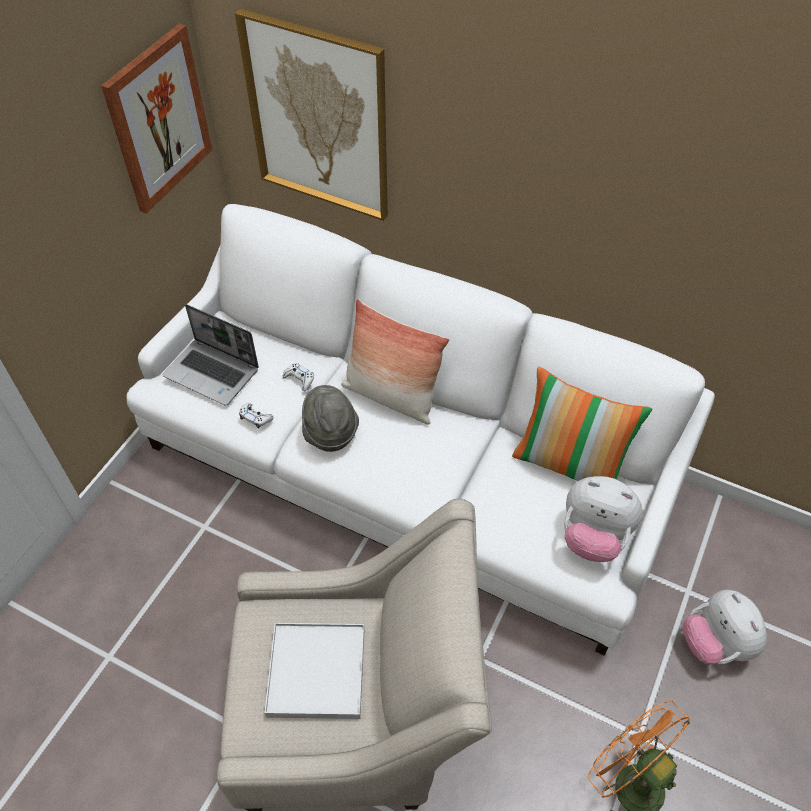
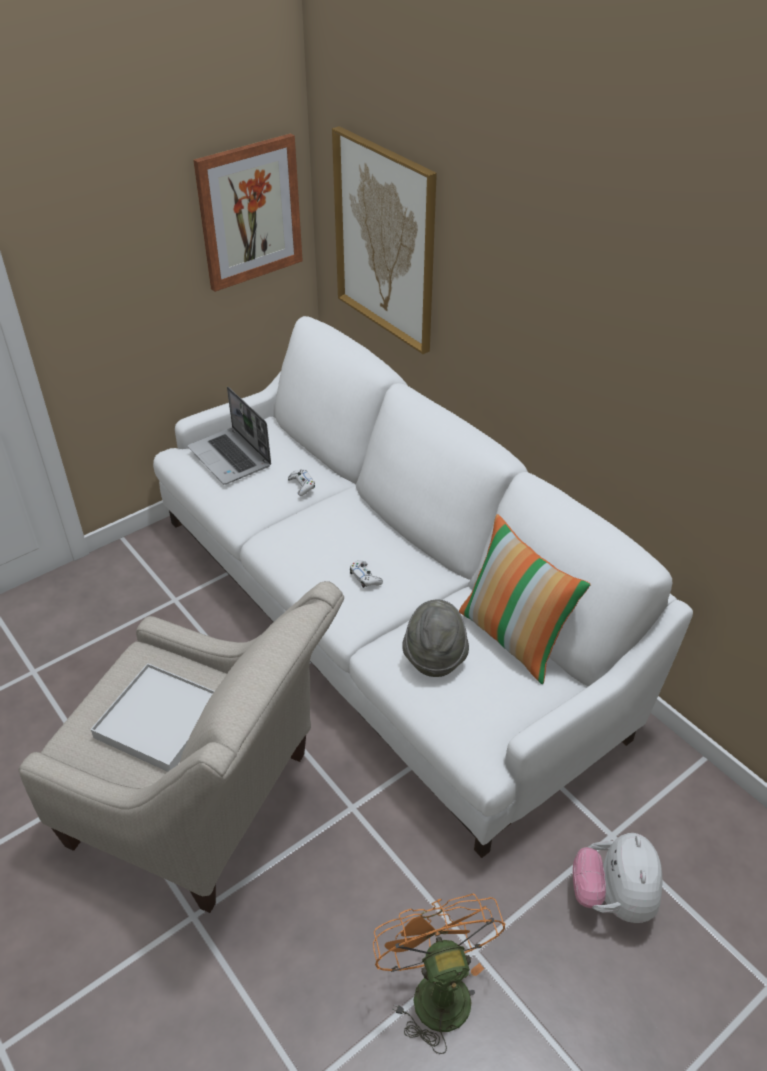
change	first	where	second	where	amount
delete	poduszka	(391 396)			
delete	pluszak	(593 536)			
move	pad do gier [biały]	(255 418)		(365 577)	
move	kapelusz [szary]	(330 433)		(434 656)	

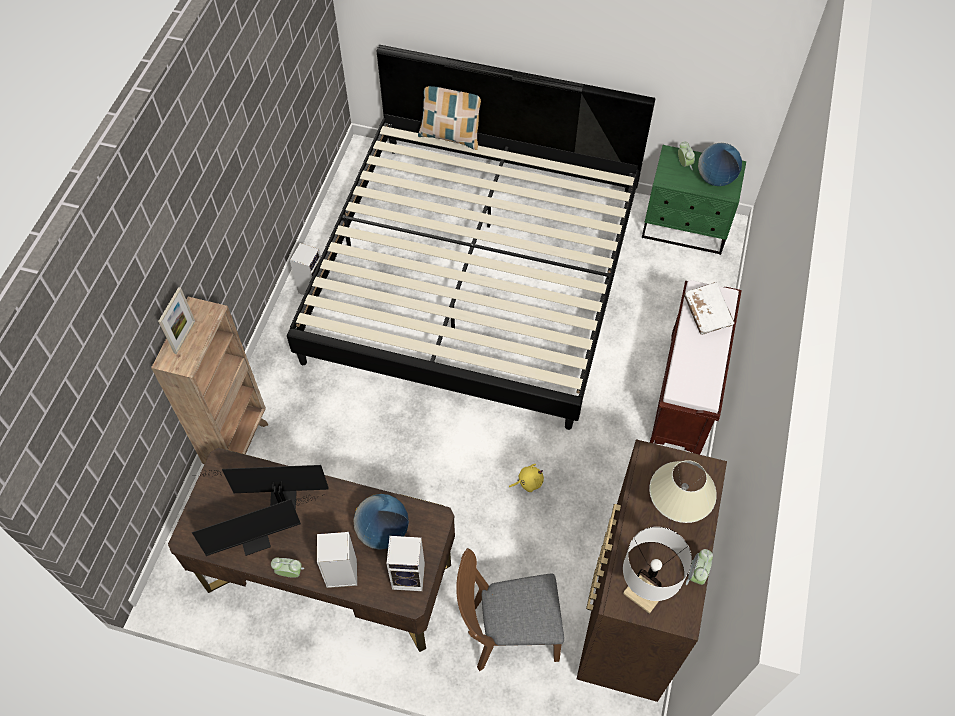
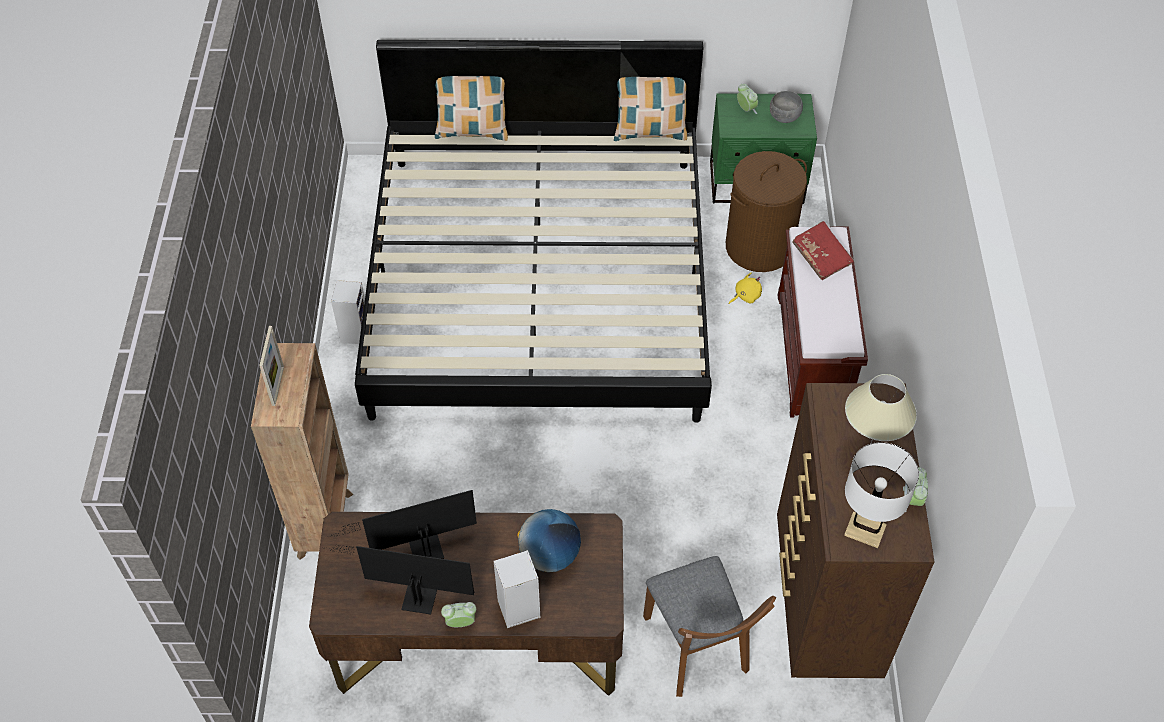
change	first	where	second	where	amount
delete	głośnik	(410 576)			
insert			poduszka	(650 132)	
insert			kosz na pranie [brązowy]	(759 247)	
move	pluszak [żółty]	(528 482)		(745 296)	
replace	globus	(715 179)	miska [szary]	(784 118)	
recolor	książka [biały]	(707 313)	książka [czerwony]	(821 257)	
rotate	monitor	(260 539)		(414 596)	135 degrees counterclockwise
rotate	krzesło [brązowy]	(506 633)		(698 651)	90 degrees counterclockwise

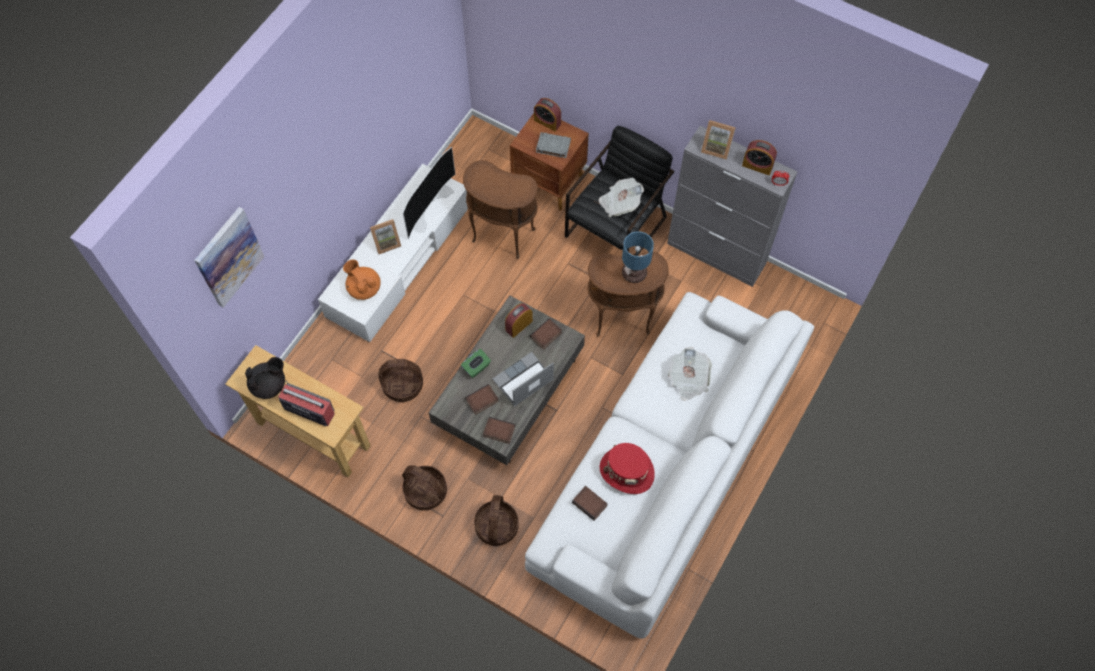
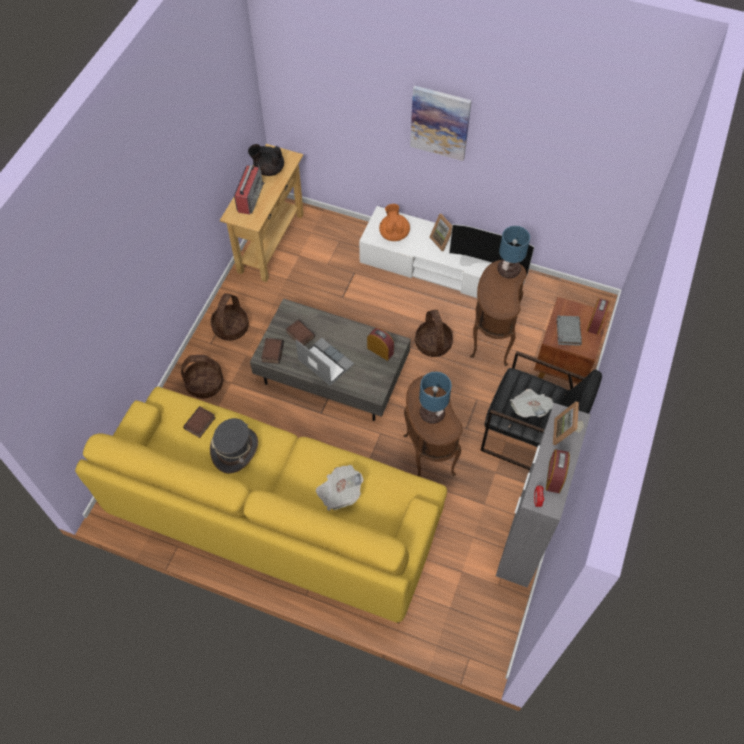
change	first	where	second	where	amount
delete	pudełko chusteczek [zielony]	(476 367)			
delete	książka	(546 336)			
insert			lampa stołowa	(508 269)	
move	obraz	(228 257)		(440 122)	
move	koszyk	(402 385)		(433 343)	
recolor	kanapa [biały]	(664 469)	kanapa [żółty]	(274 512)	
recolor	kapelusz [czerwony]	(627 471)	kapelusz [szary]	(235 450)	
rotate	imbryk [czarny]	(269 385)		(268 169)	135 degrees clockwise
rotate	imbryk [pomarańczowy]	(364 288)		(394 234)	45 degrees counterclockwise

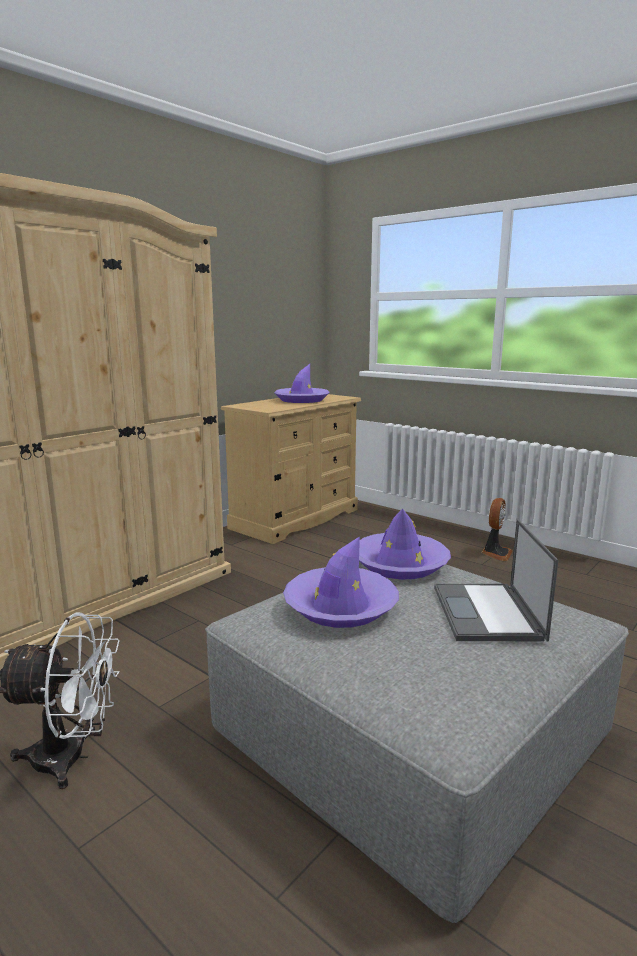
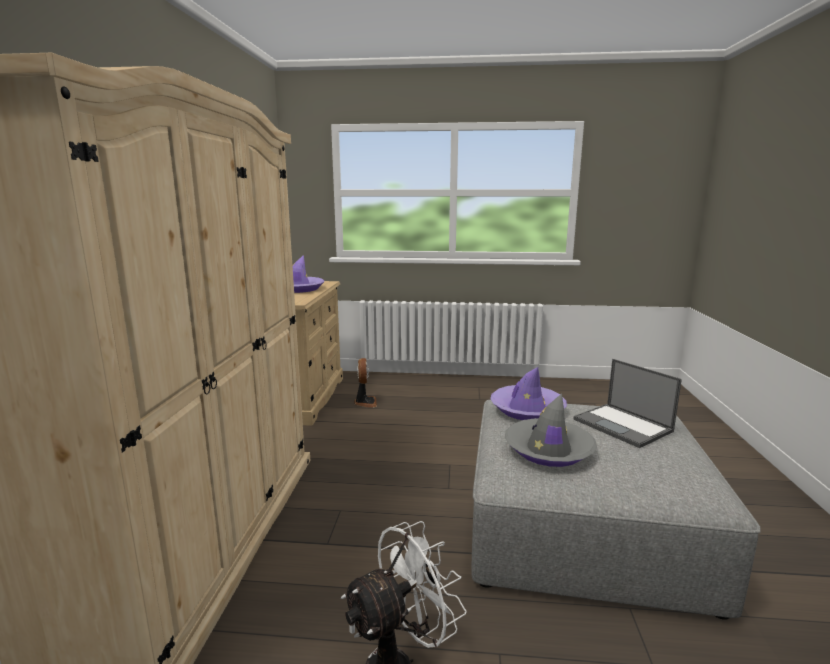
change	first	where	second	where	amount
move	wentylator	(496 553)		(365 402)	
recolor	kapelusz [fioletowy]	(340 606)	kapelusz [szary]	(548 450)	

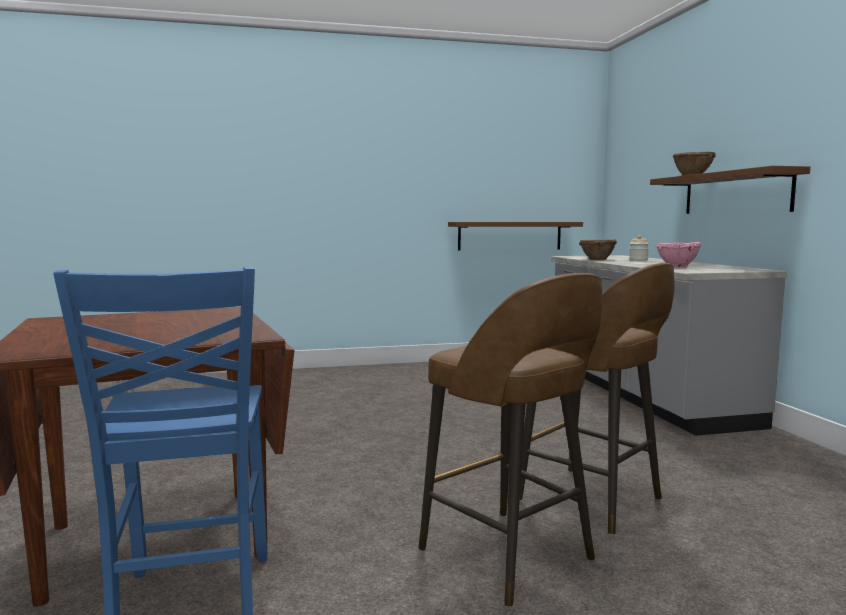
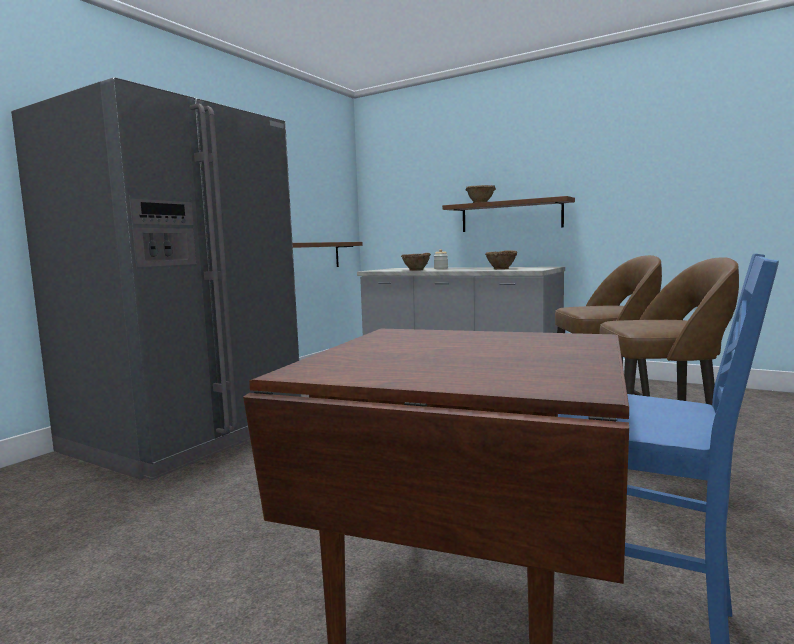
change	first	where	second	where	amount
insert			lodówka [szary]	(186 435)	
recolor	miska [różowy]	(677 266)	miska [brązowy]	(501 269)	

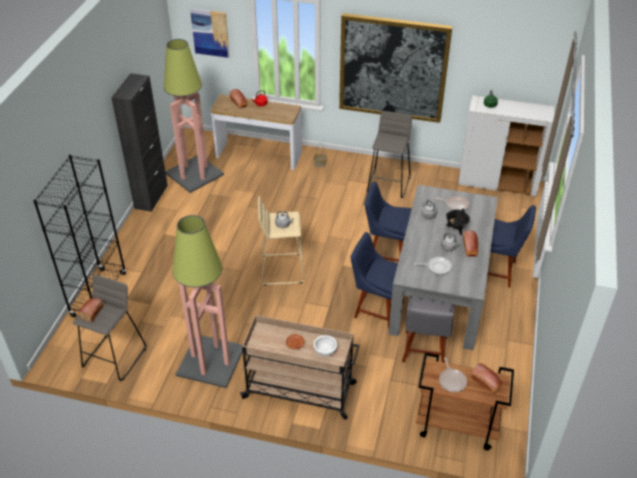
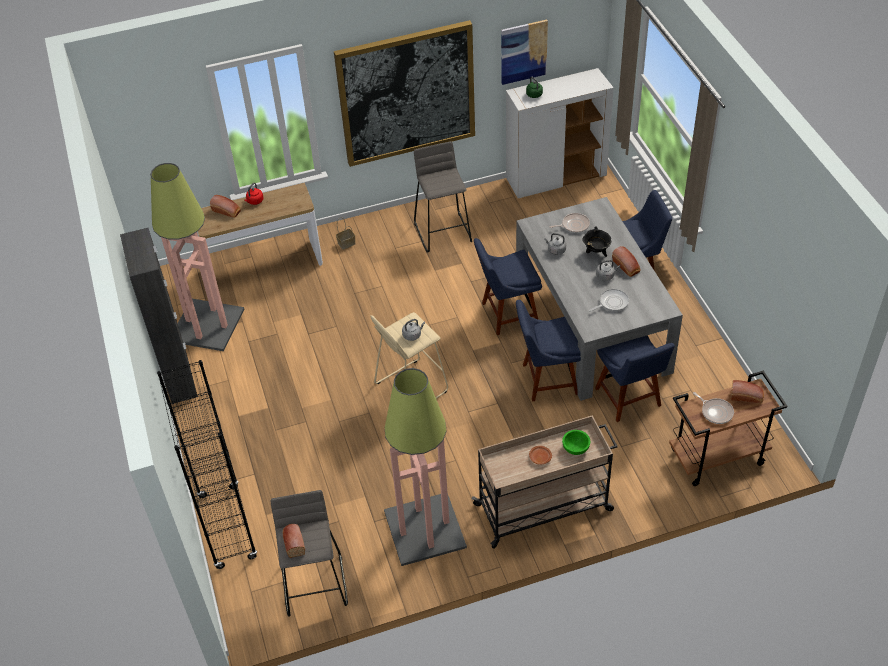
change	first	where	second	where	amount
move	obraz	(210 32)		(523 51)	
recolor	miska [biały]	(325 351)	miska [zielony]	(575 448)	
recolor	krzesło [szary]	(424 351)	krzesło [niebieski]	(629 399)	

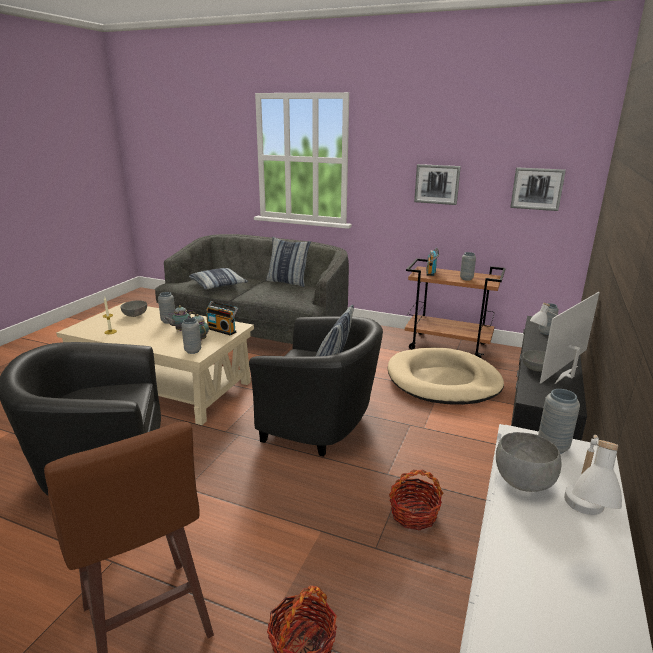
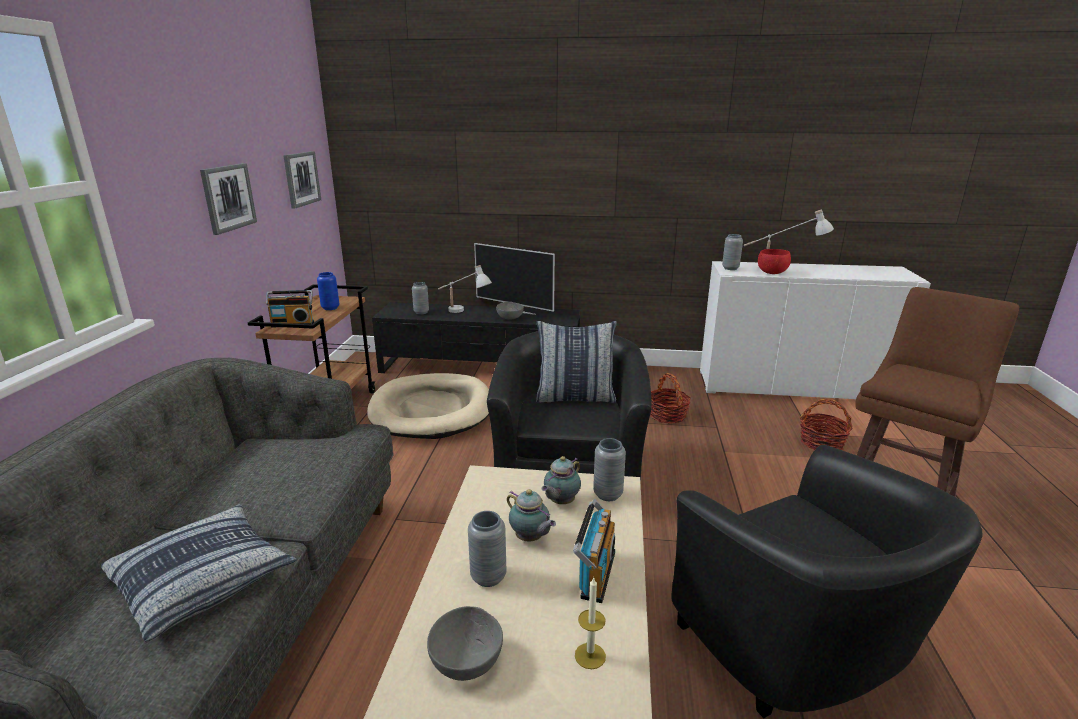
change	first	where	second	where	amount
delete	poduszka	(288 282)			
move	radio	(222 330)		(594 574)	
recolor	wazon [szary]	(466 279)	wazon [niebieski]	(330 308)	
recolor	miska [szary]	(522 482)	miska [czerwony]	(772 273)	

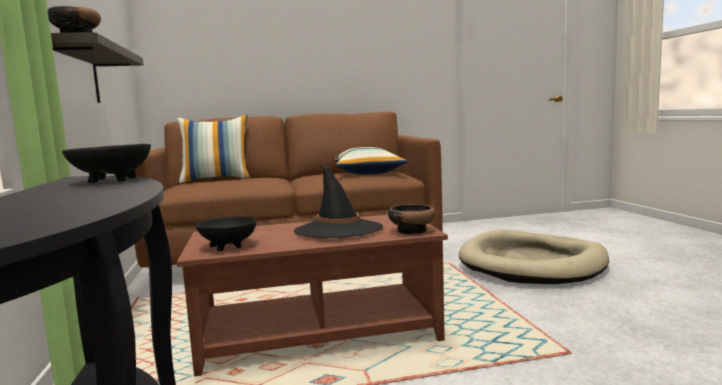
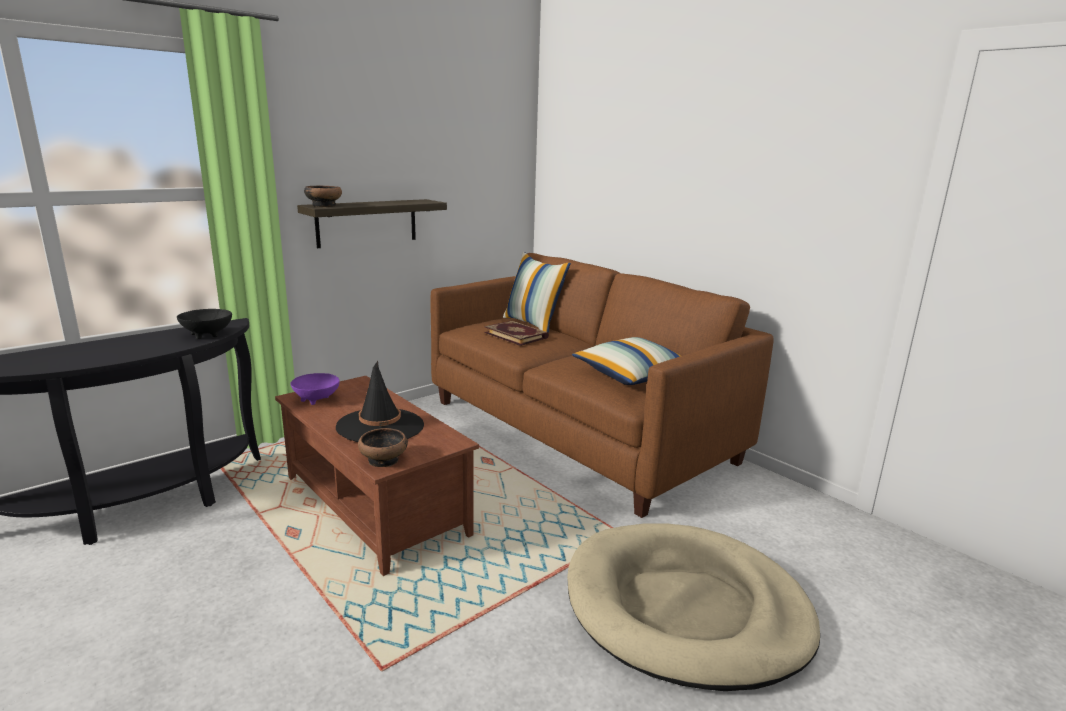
change	first	where	second	where	amount
insert			książka	(516 335)	
recolor	miska [czarny]	(229 246)	miska [fioletowy]	(316 400)	

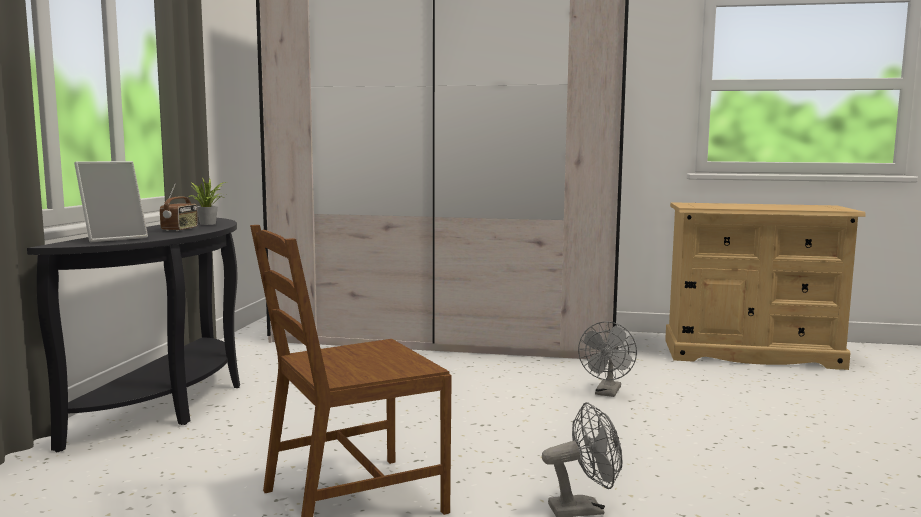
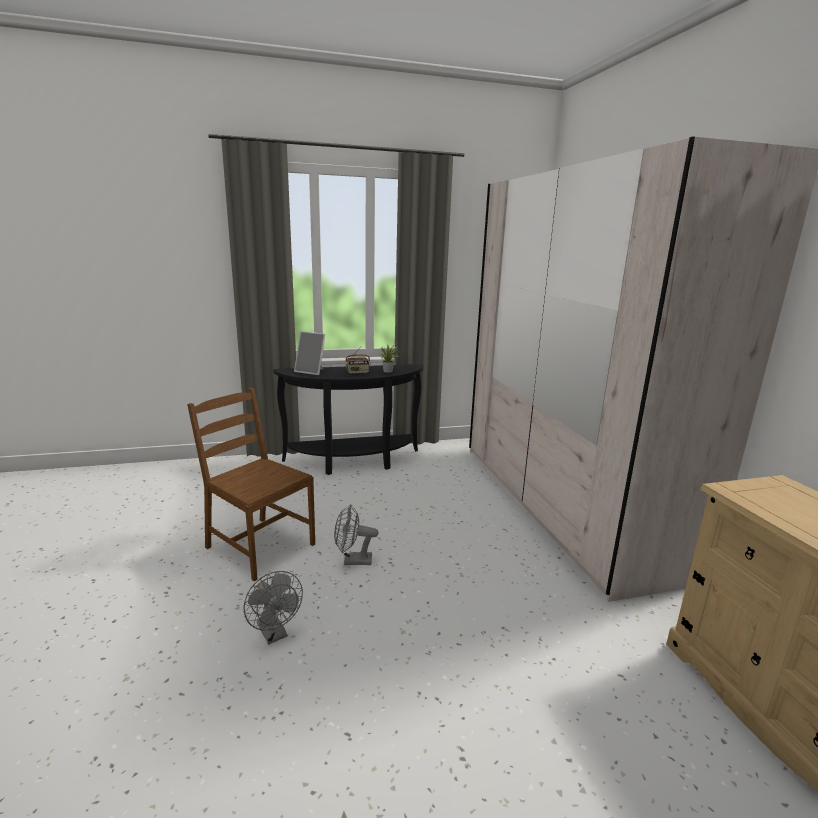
change	first	where	second	where	amount
move	wentylator [szary]	(607 393)		(352 561)	

